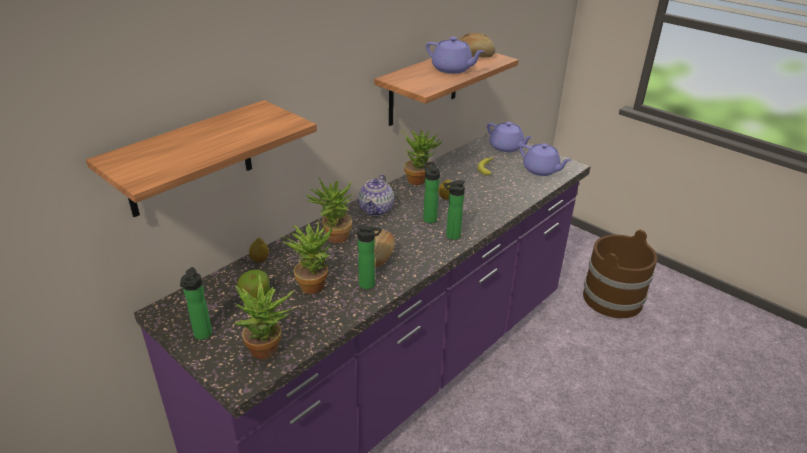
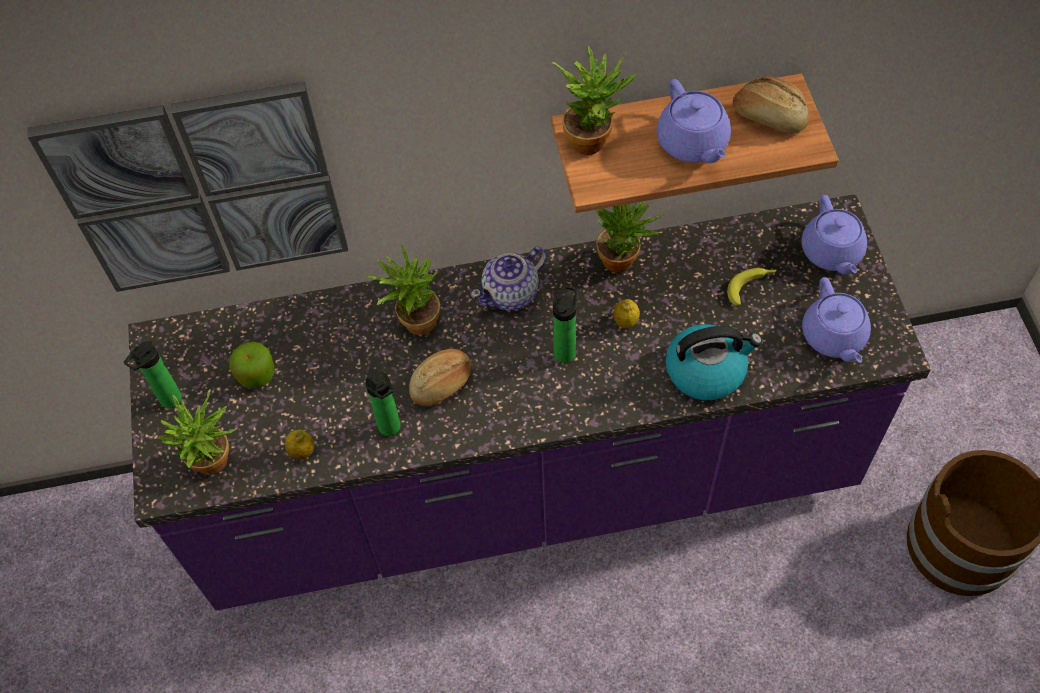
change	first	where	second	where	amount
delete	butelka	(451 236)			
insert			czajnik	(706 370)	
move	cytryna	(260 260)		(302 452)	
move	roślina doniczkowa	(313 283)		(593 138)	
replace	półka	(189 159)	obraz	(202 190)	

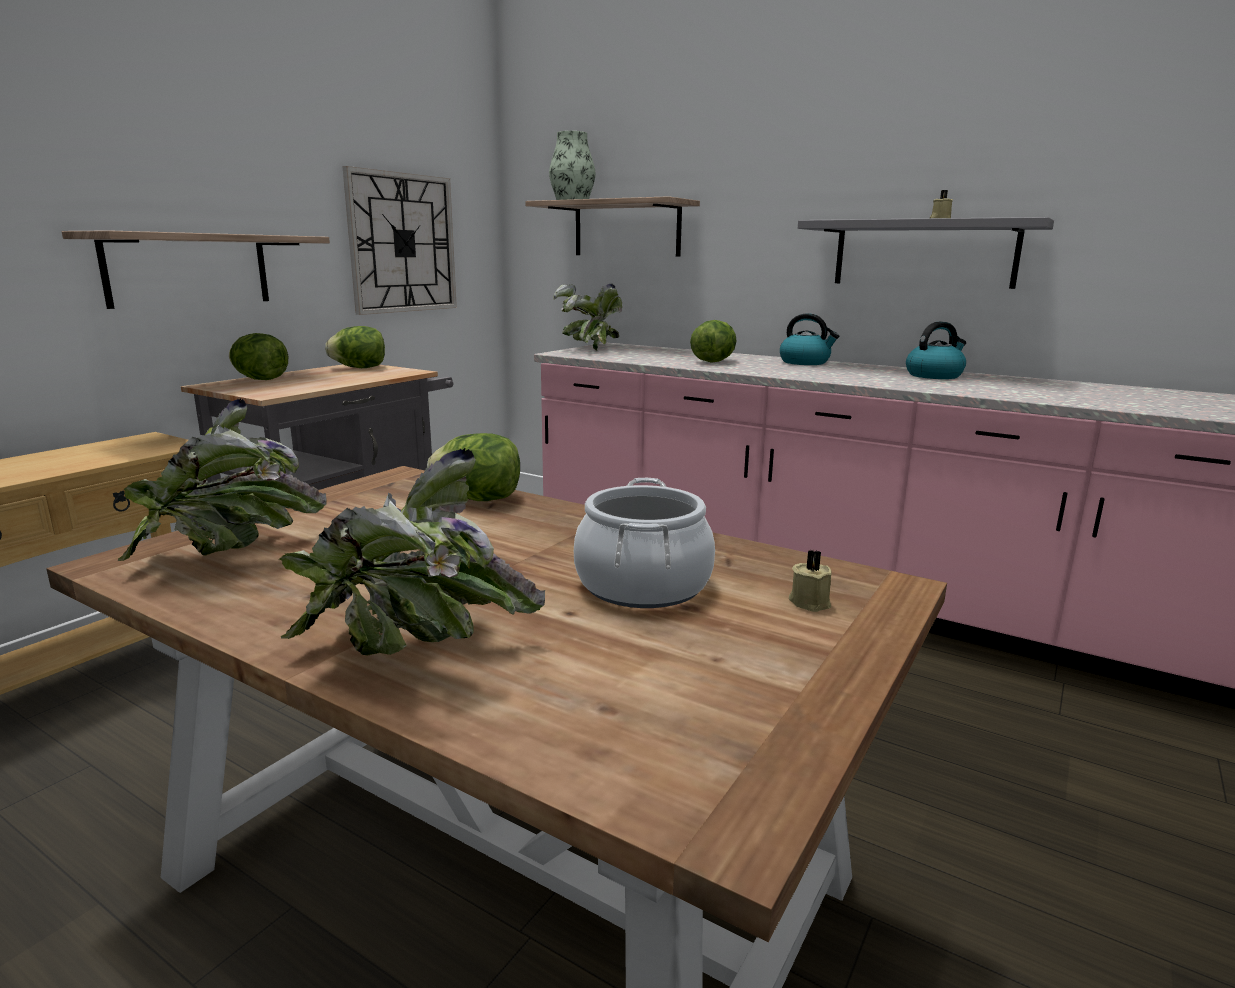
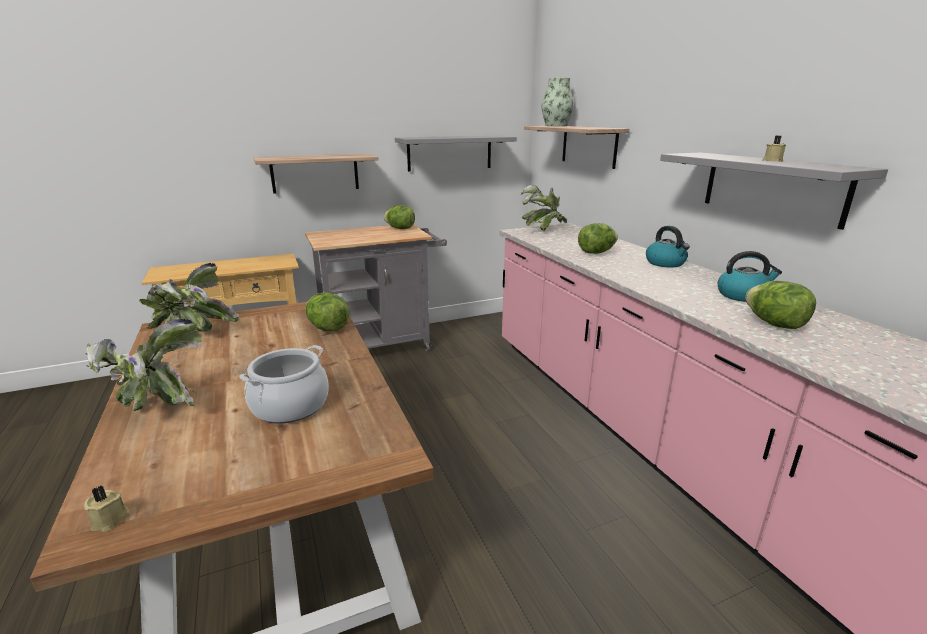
change	first	where	second	where	amount
move	sałata	(260 379)		(774 324)	
move	świeca [beżowy]	(810 602)		(111 520)	
replace	zegar ścienny	(402 243)	półka [szary]	(450 153)	

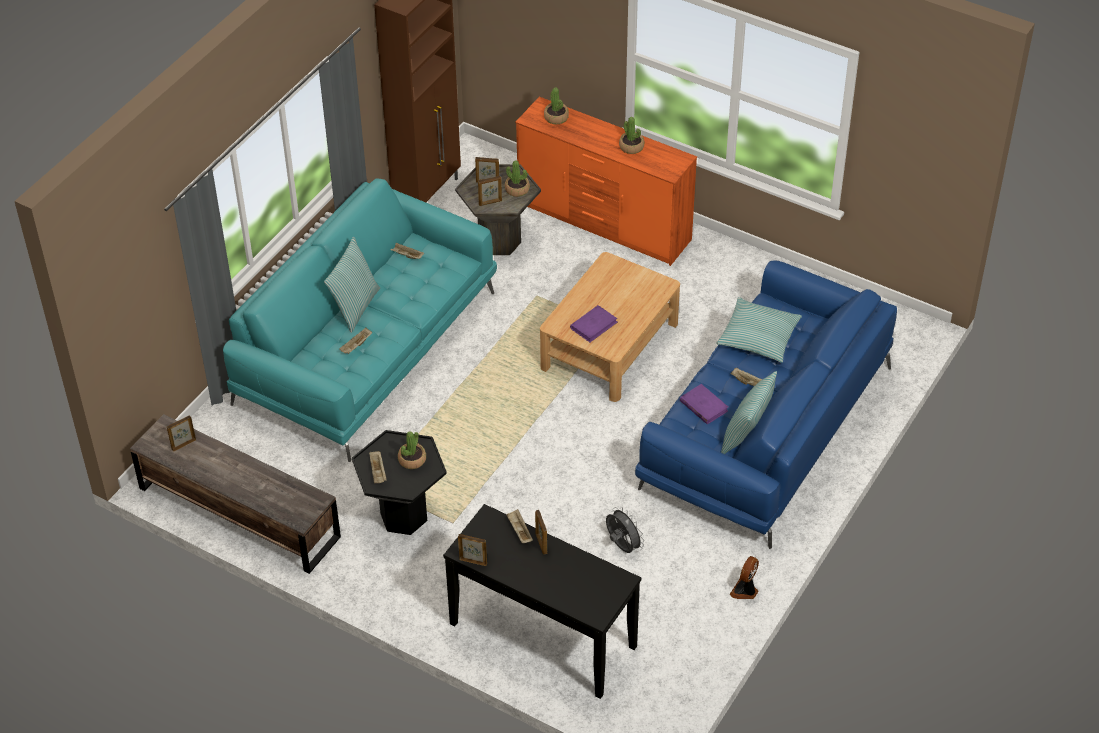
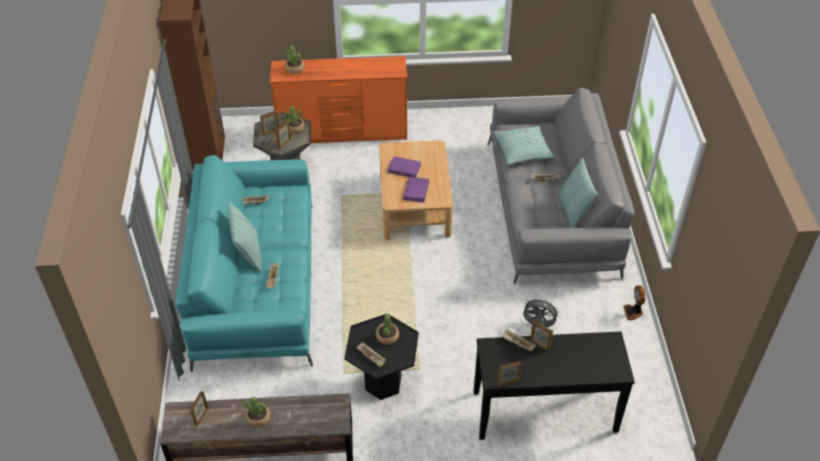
change	first	where	second	where	amount
move	roślina doniczkowa	(631 147)		(258 418)	
move	książka [fioletowy]	(703 406)		(404 168)	
recolor	kanapa [niebieski]	(765 429)	kanapa [szary]	(551 209)	

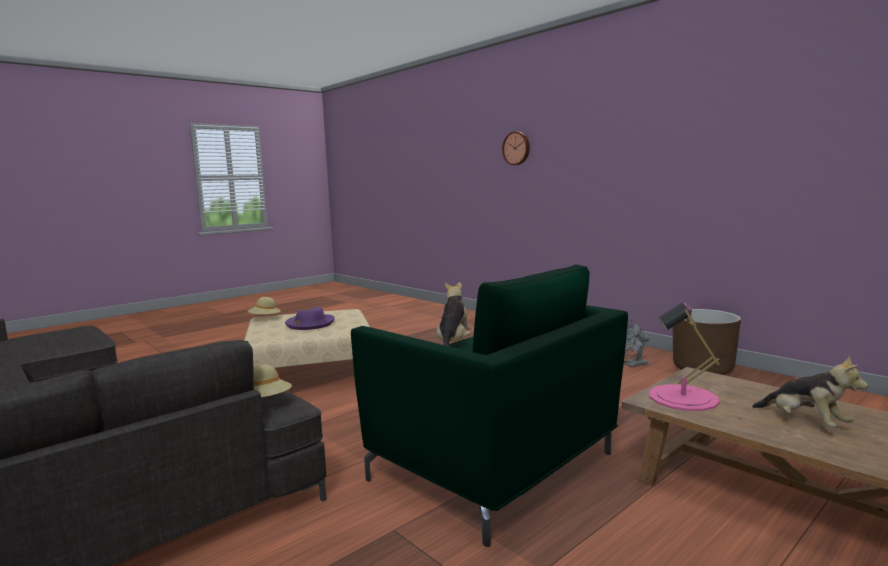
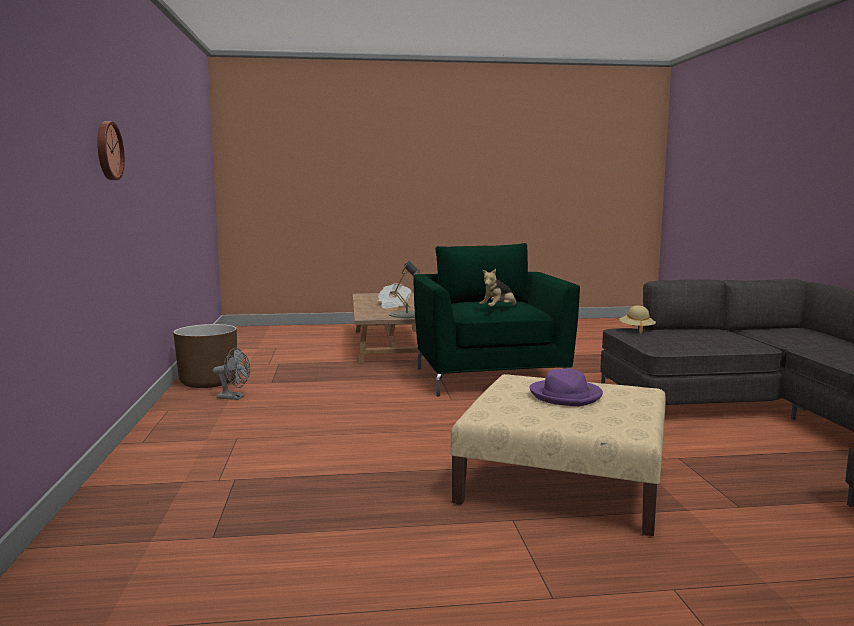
change	first	where	second	where	amount
delete	kapelusz [beżowy]	(265 318)			
move	zegar ścienny	(517 148)		(107 151)	
replace	pluszak	(805 422)	gazeta	(393 305)	
recolor	lampa stołowa [różowy]	(683 398)	lampa stołowa [szary]	(407 314)	

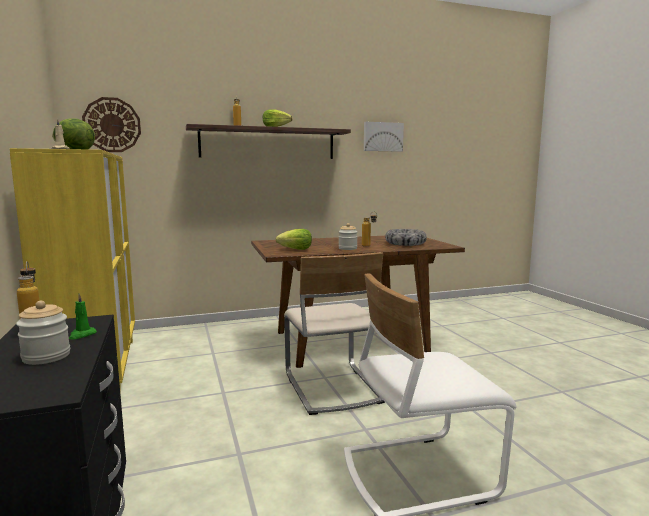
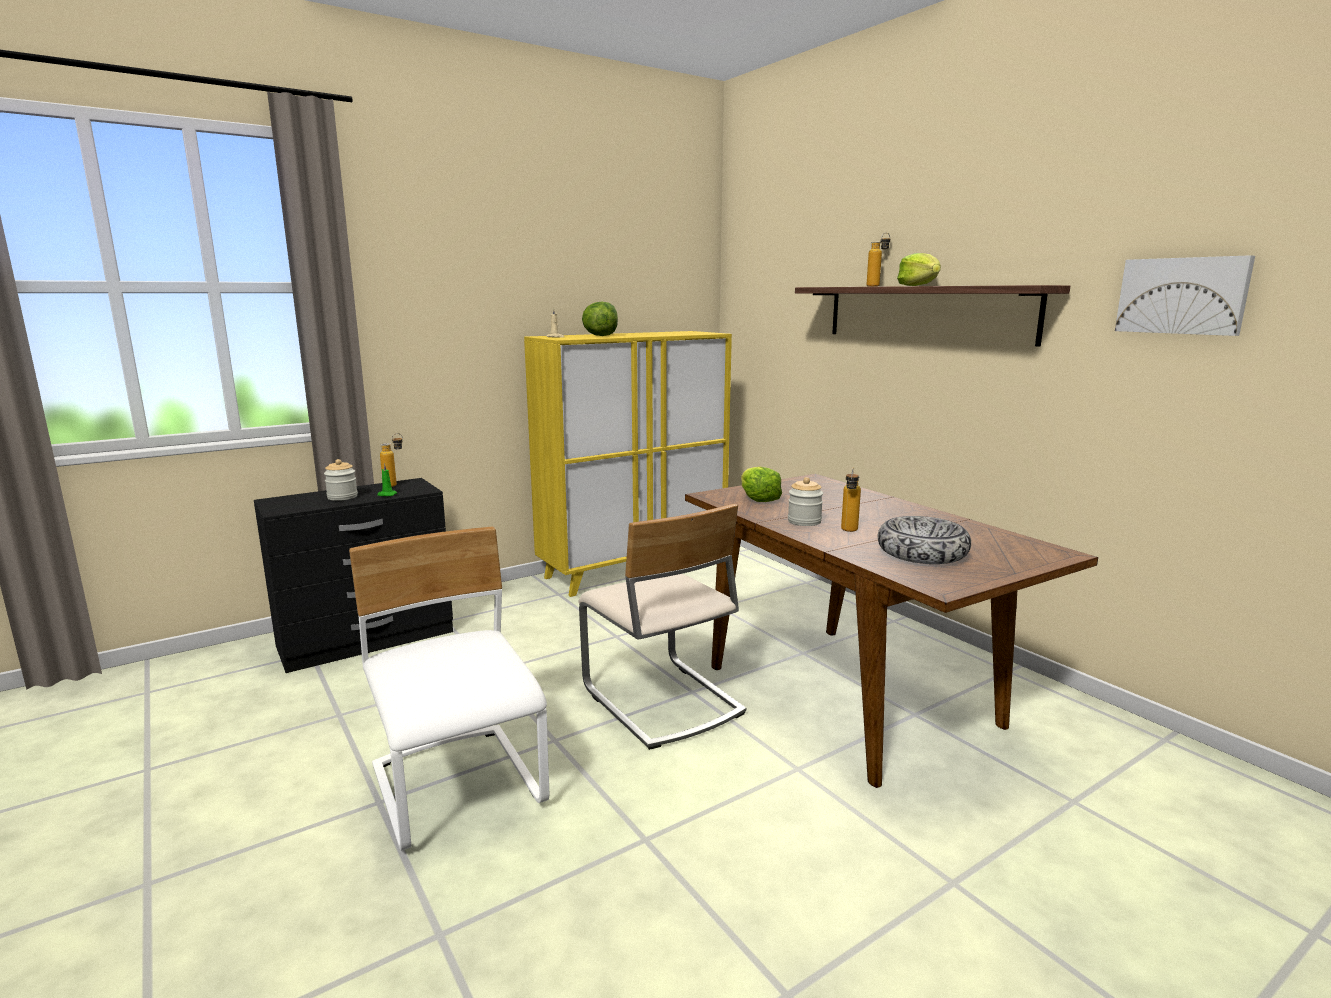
change	first	where	second	where	amount
delete	zegar ścienny	(112 125)			
rotate	krzesło [beżowy]	(331 388)		(660 701)	90 degrees counterclockwise

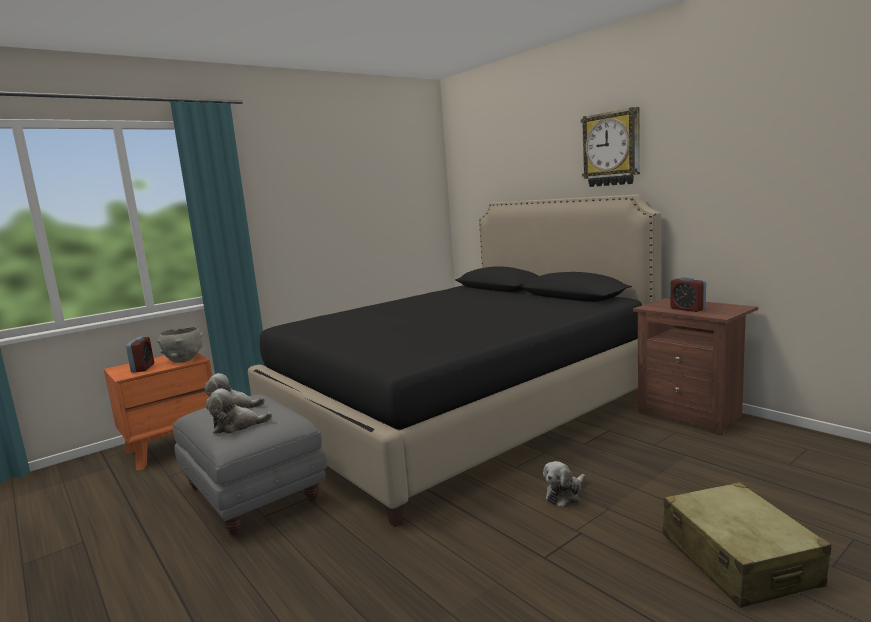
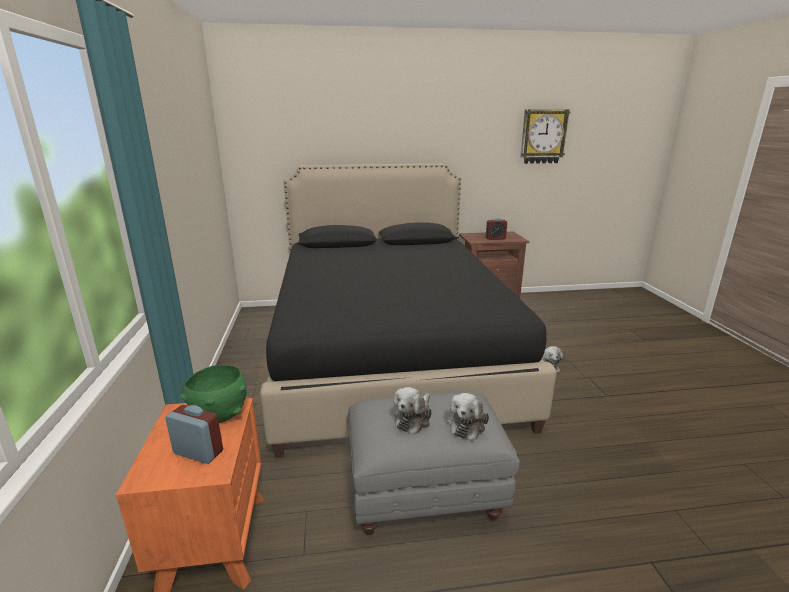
change	first	where	second	where	amount
delete	walizka [beżowy]	(738 560)			
move	zegar ścienny	(612 149)		(543 136)	
recolor	miska [szary]	(184 360)	miska [zielony]	(220 415)	

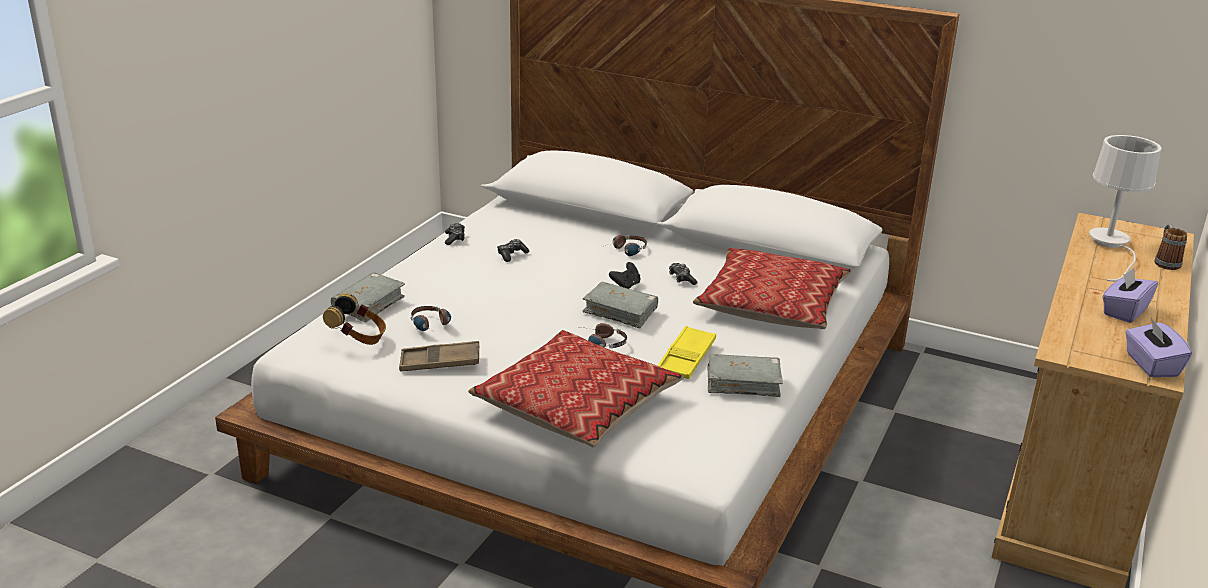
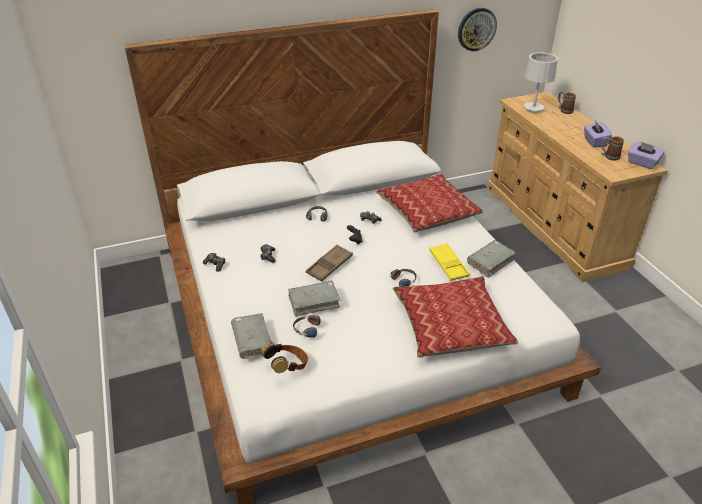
change	first	where	second	where	amount
insert			zegar ścienny	(476 29)	
insert			kubek	(608 156)	
move	taca [brązowy]	(440 362)		(329 266)	
move	książka [szary]	(620 312)		(314 302)	

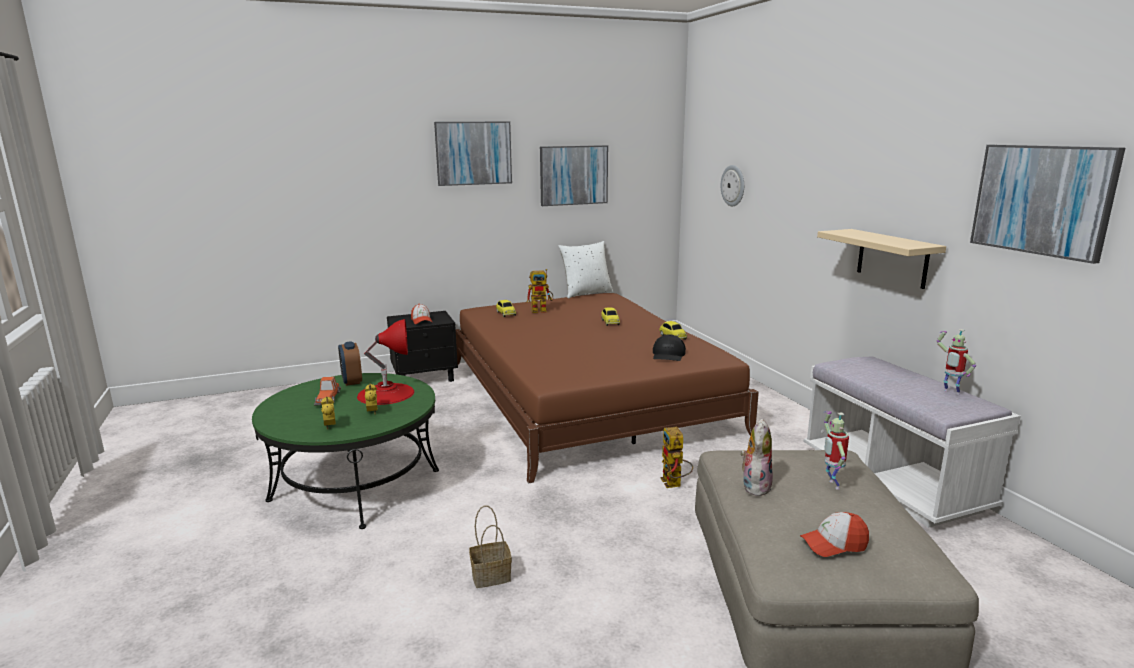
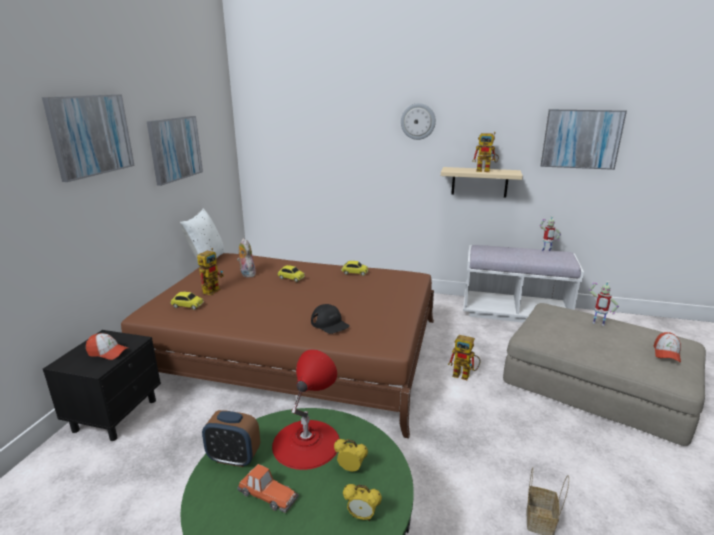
change	first	where	second	where	amount
insert			robot zabawkowy	(486 171)	
move	czapka z daszkiem [czarny]	(668 355)		(330 324)	
move	zegar ścienny	(733 185)		(418 121)	
move	pluszak	(754 485)		(246 274)	

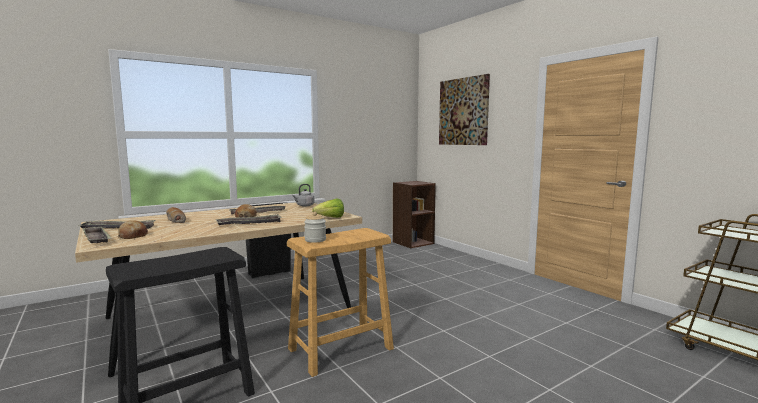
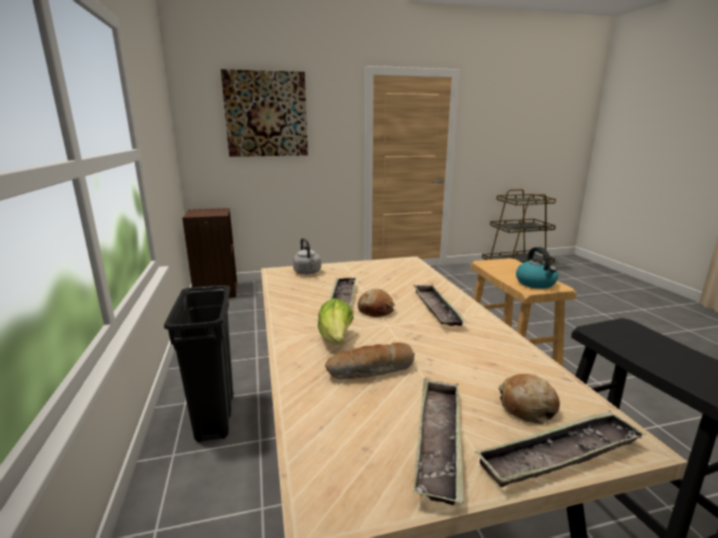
change	first	where	second	where	amount
move	sałata	(330 218)		(336 340)	
replace	słoik	(315 240)	czajnik	(536 283)	

